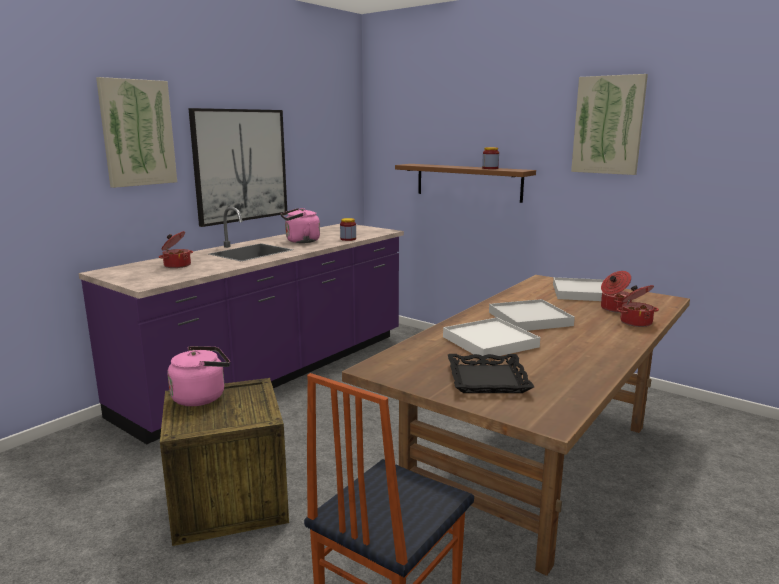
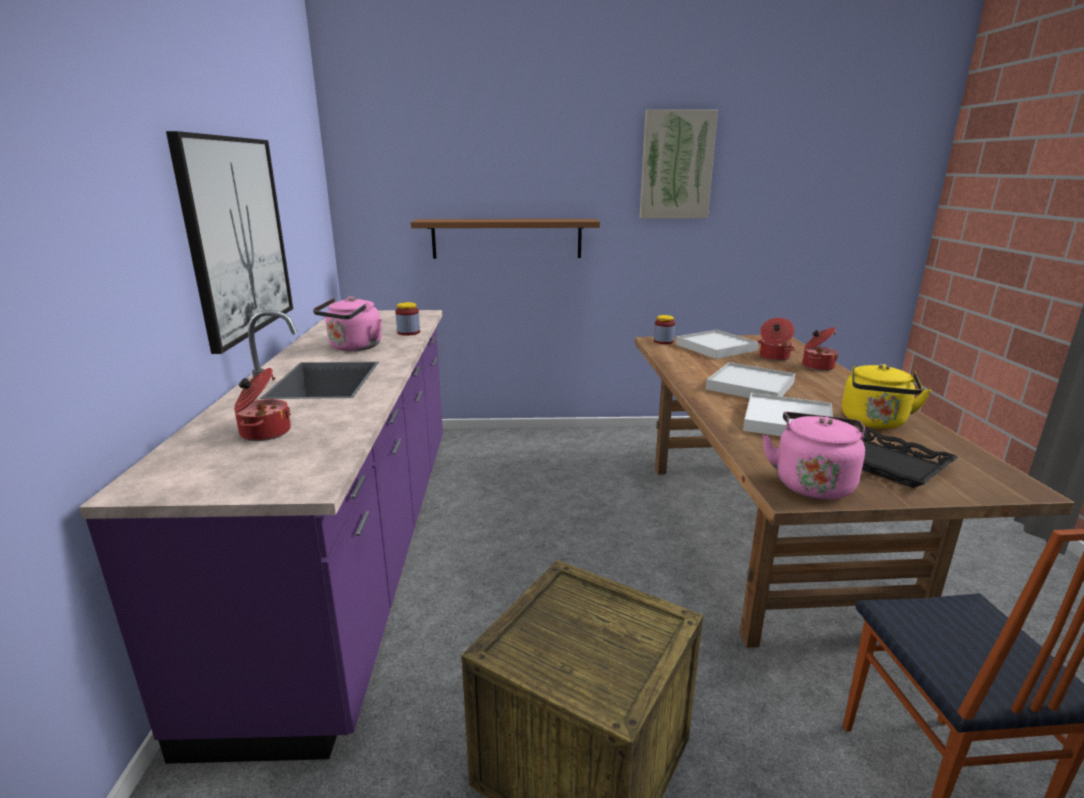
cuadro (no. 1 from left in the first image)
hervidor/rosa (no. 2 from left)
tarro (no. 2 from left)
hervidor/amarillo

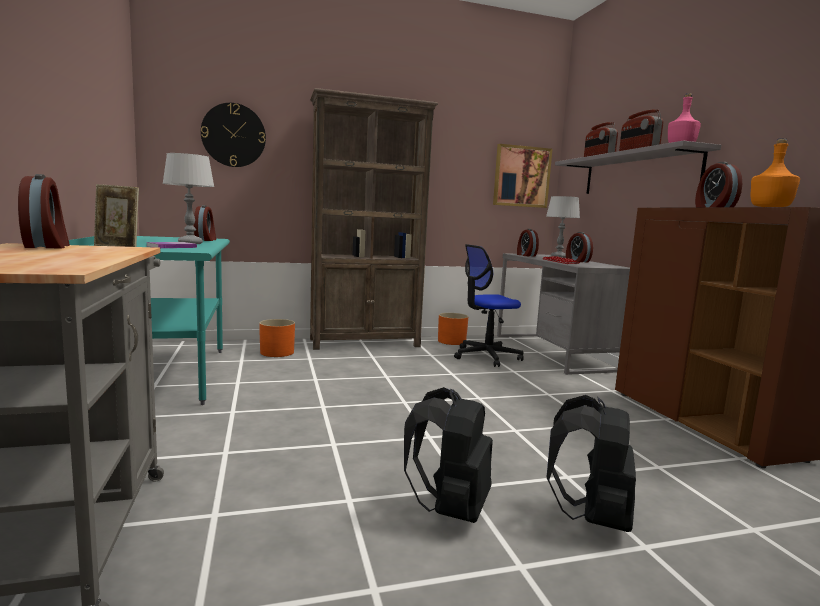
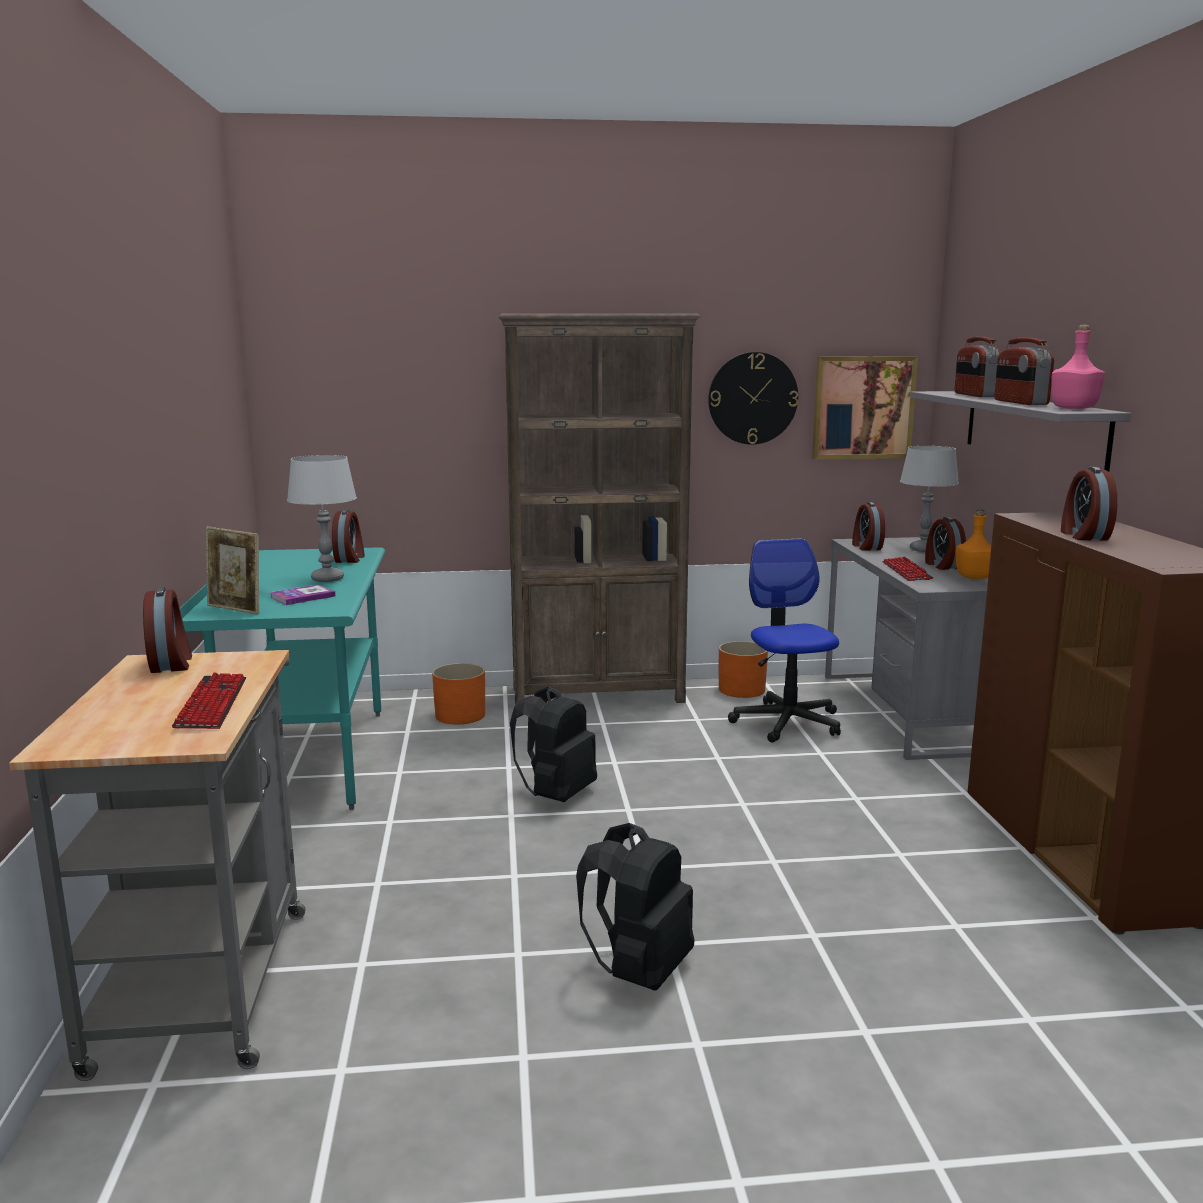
reloj de pared
silla de oficina
mochila/negro (no. 1 from left)
botella/naranja
teclado (no. 1 from left)

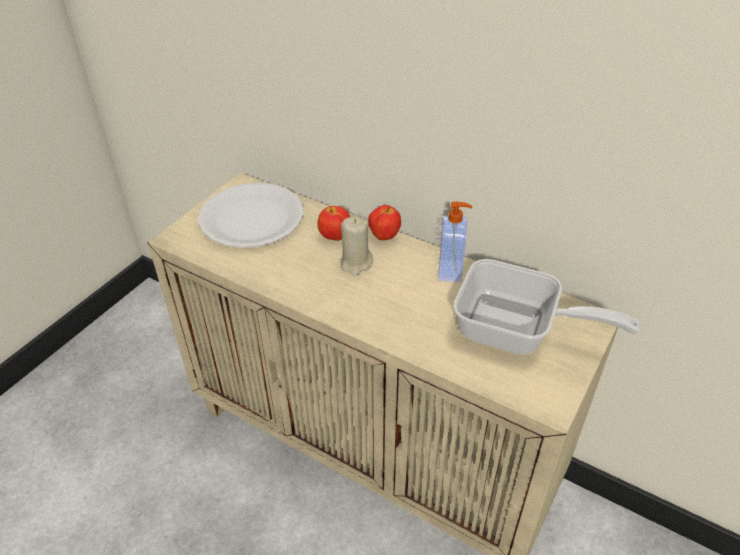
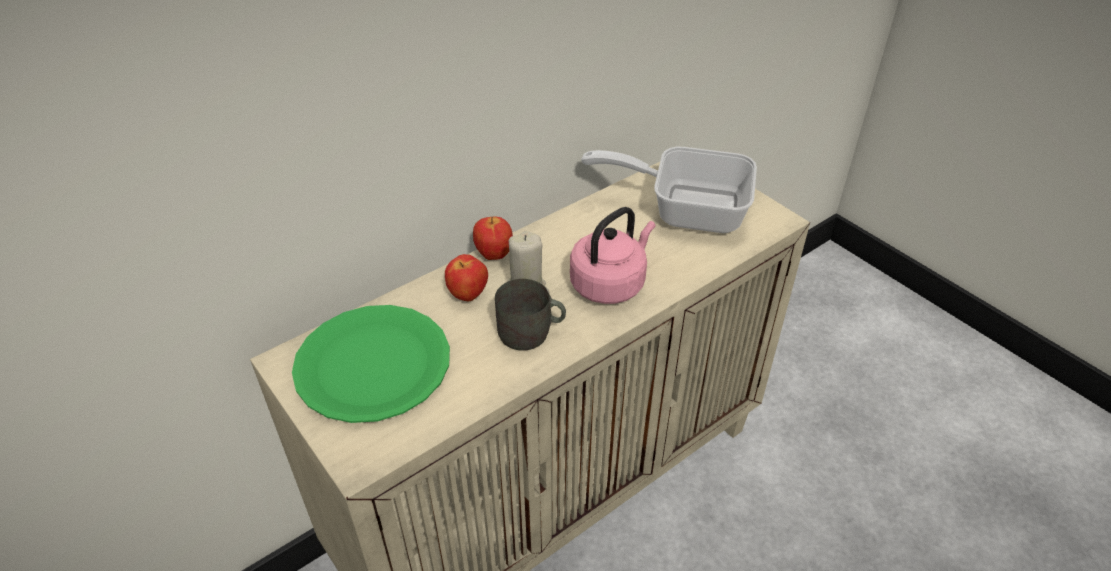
plato/verde
dispensador de jabón
sartén
taza grande/gris
hervidor/rosa

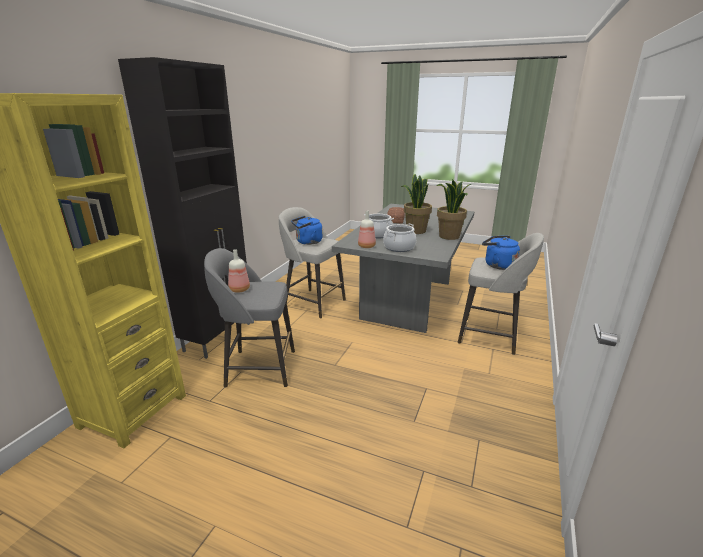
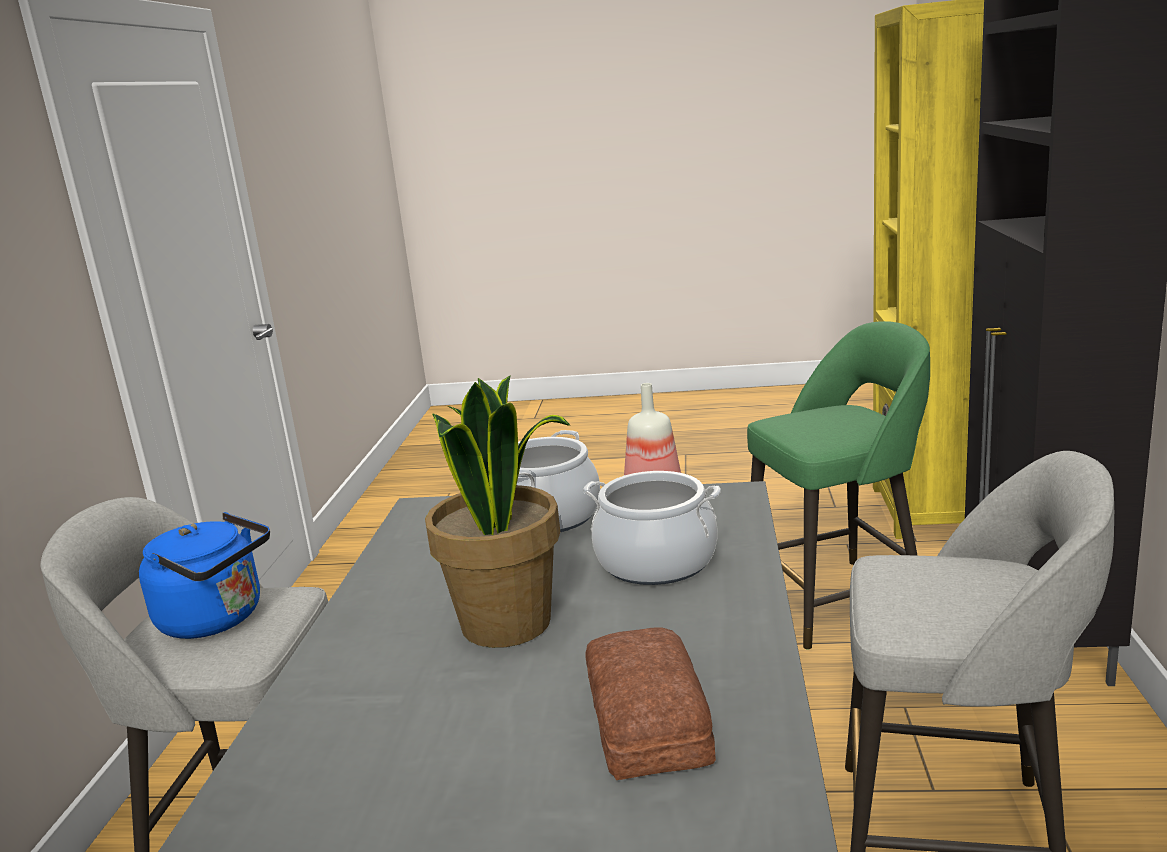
taburete/verde
botella (no. 1 from left in the first image)
hervidor/azul (no. 1 from left in the first image)
planta en maceta (no. 2 from left in the first image)

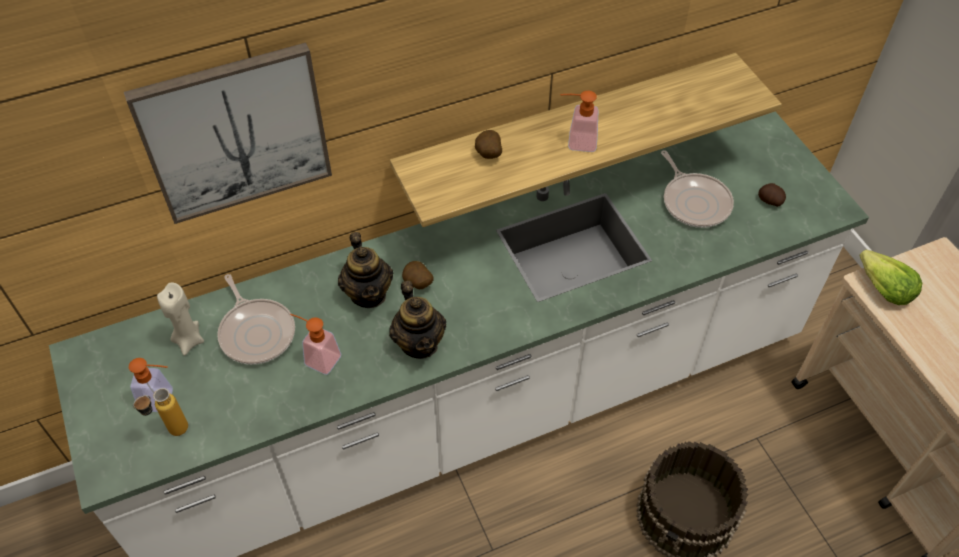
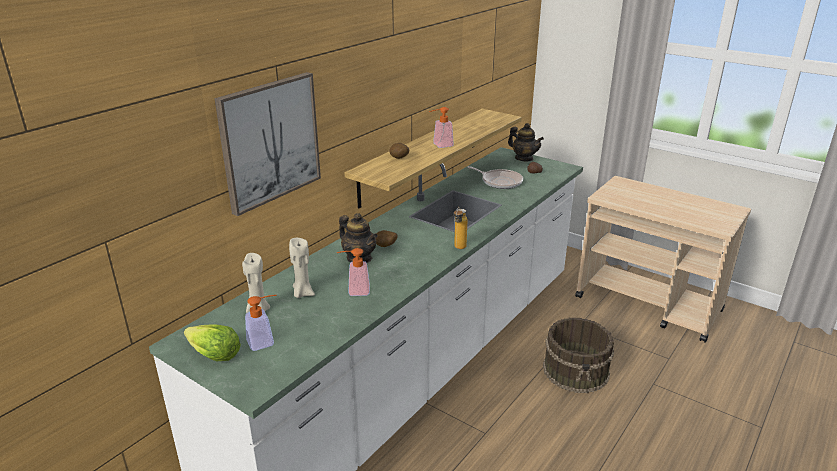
botella
vela/beis (no. 2 from left)
tetera (no. 2 from left)
lechuga

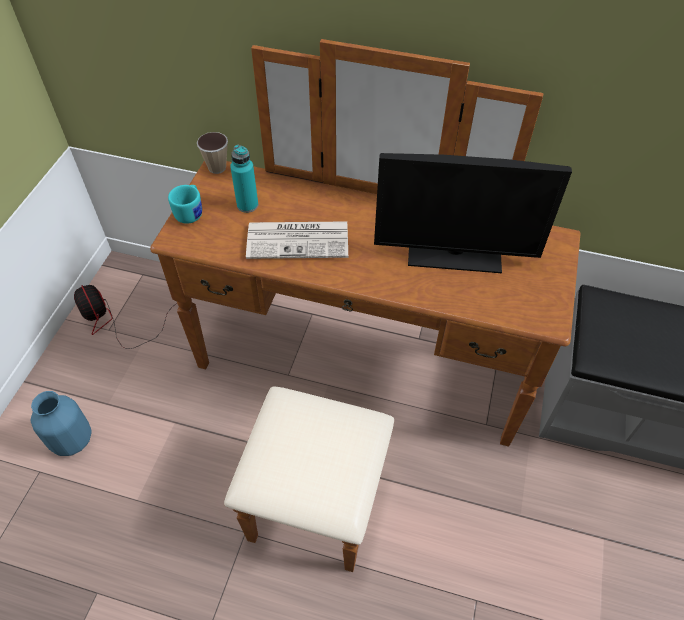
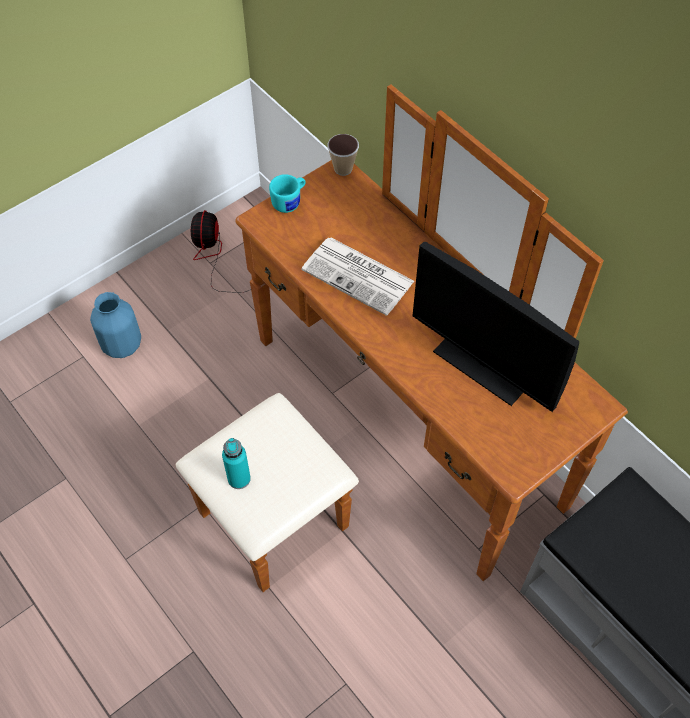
botella/turquesa

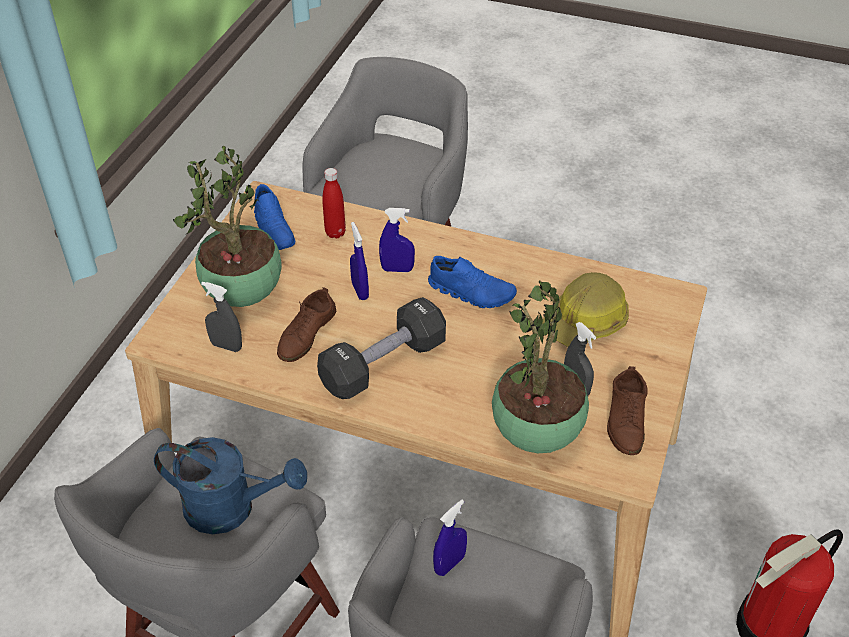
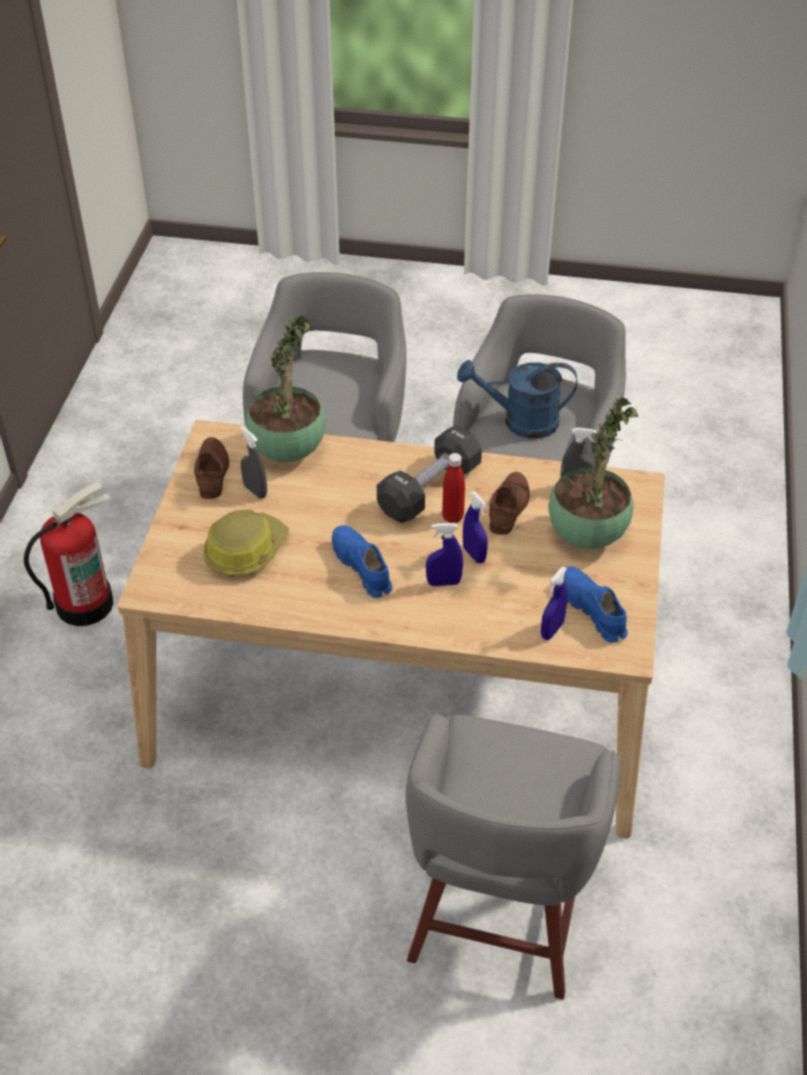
botella/rojo
zapato/azul (no. 1 from left)
pulverizador/azul (no. 3 from left)

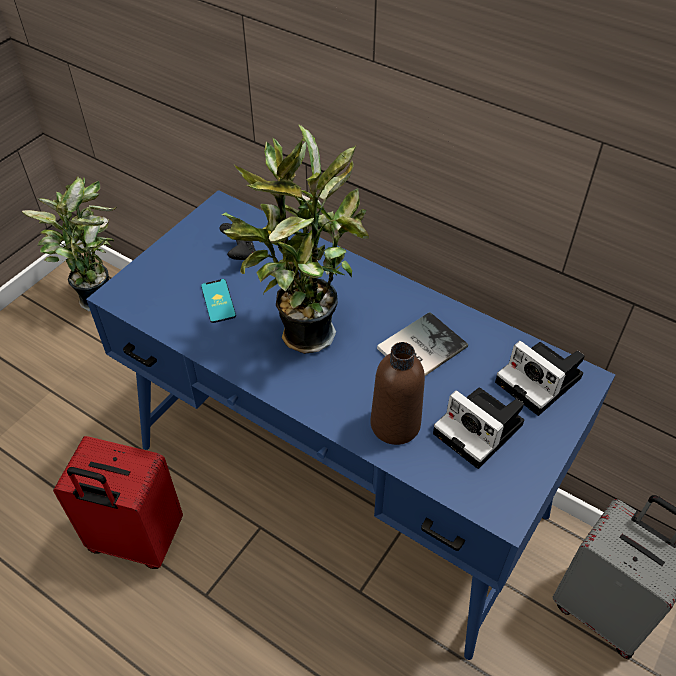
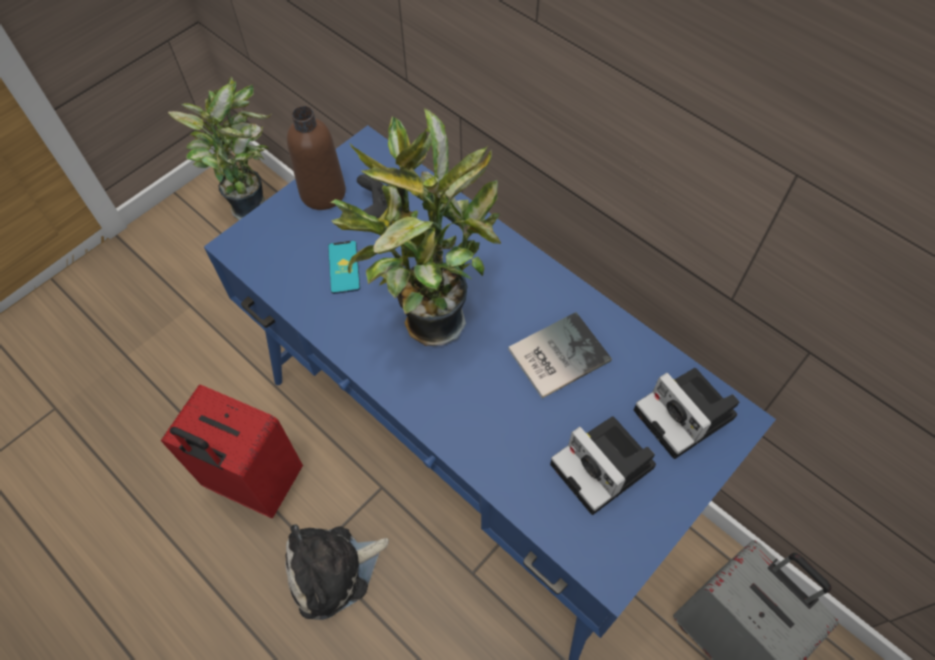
botella/marrón
peluche

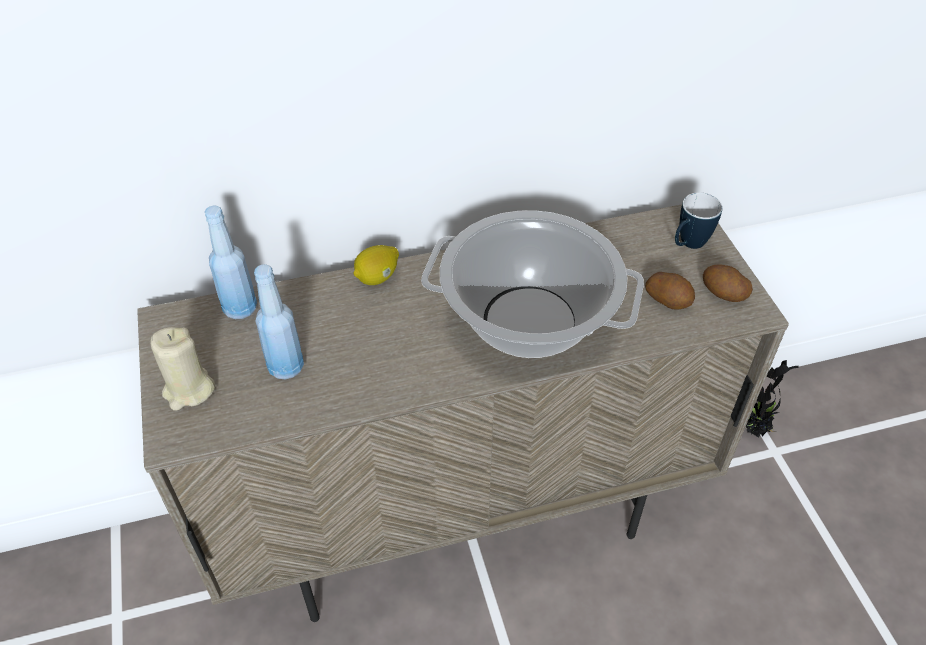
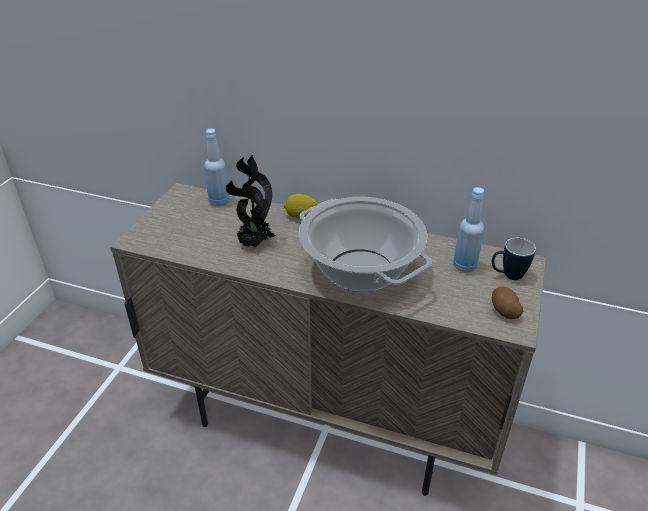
vela/beis
botella/azul (no. 2 from left)
patata (no. 1 from left in the first image)
planta en maceta

